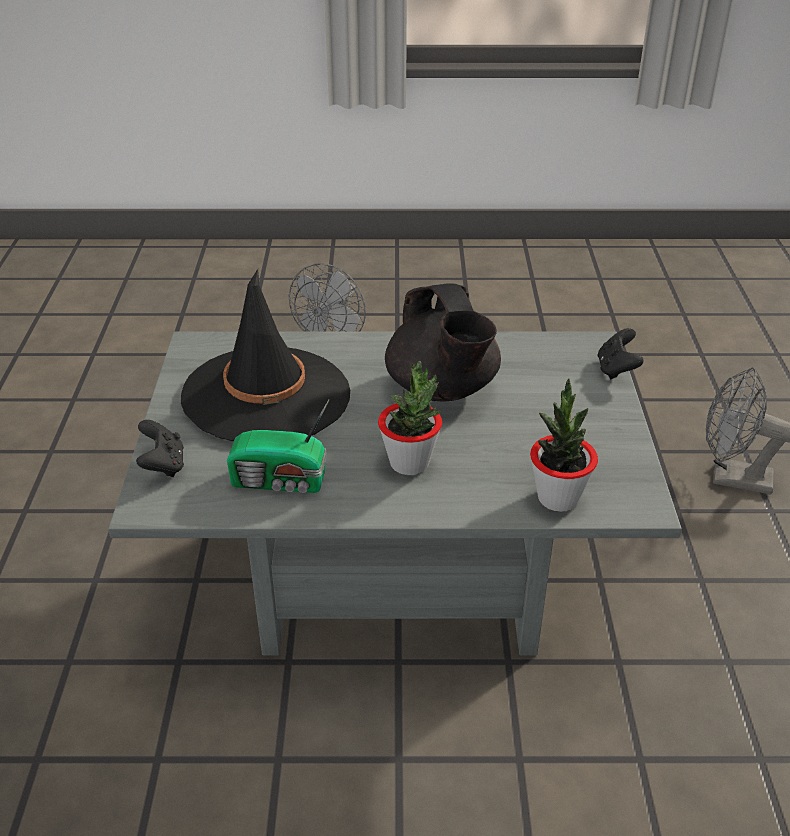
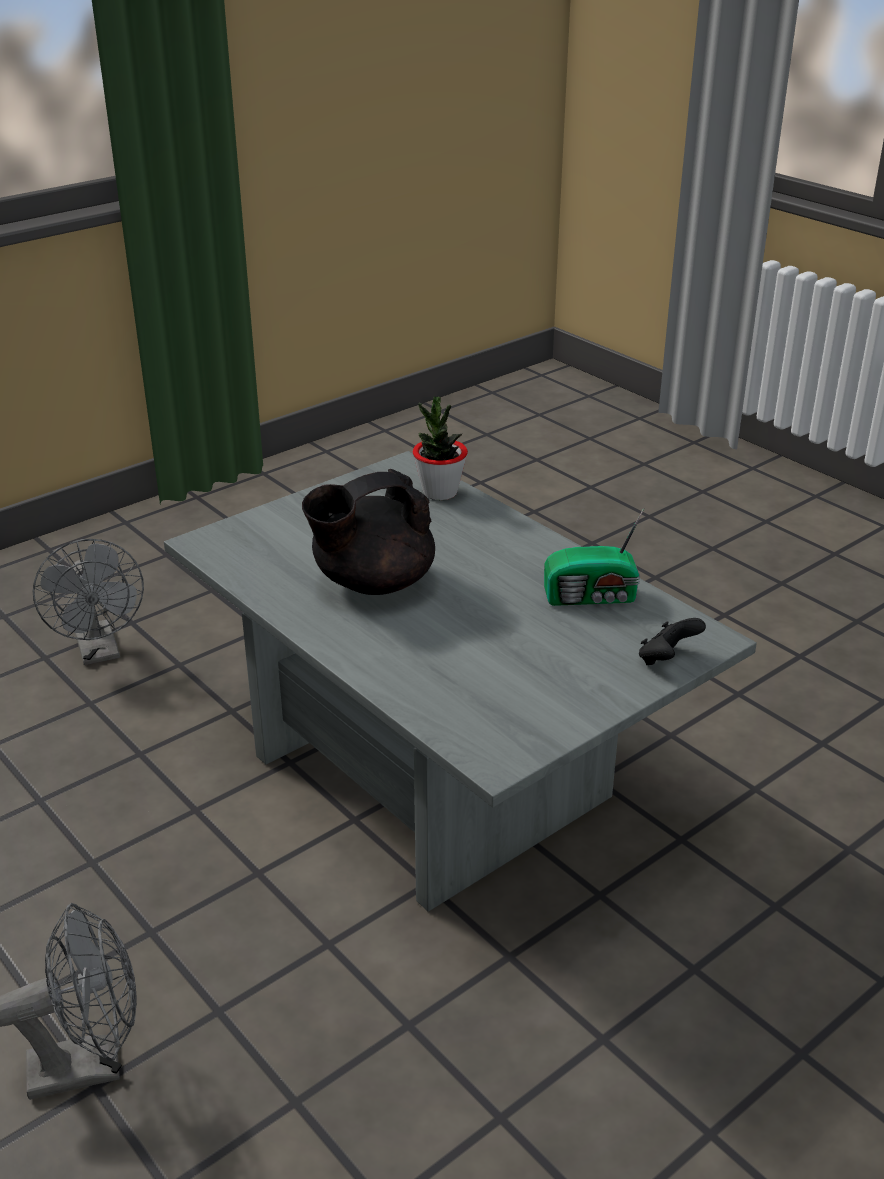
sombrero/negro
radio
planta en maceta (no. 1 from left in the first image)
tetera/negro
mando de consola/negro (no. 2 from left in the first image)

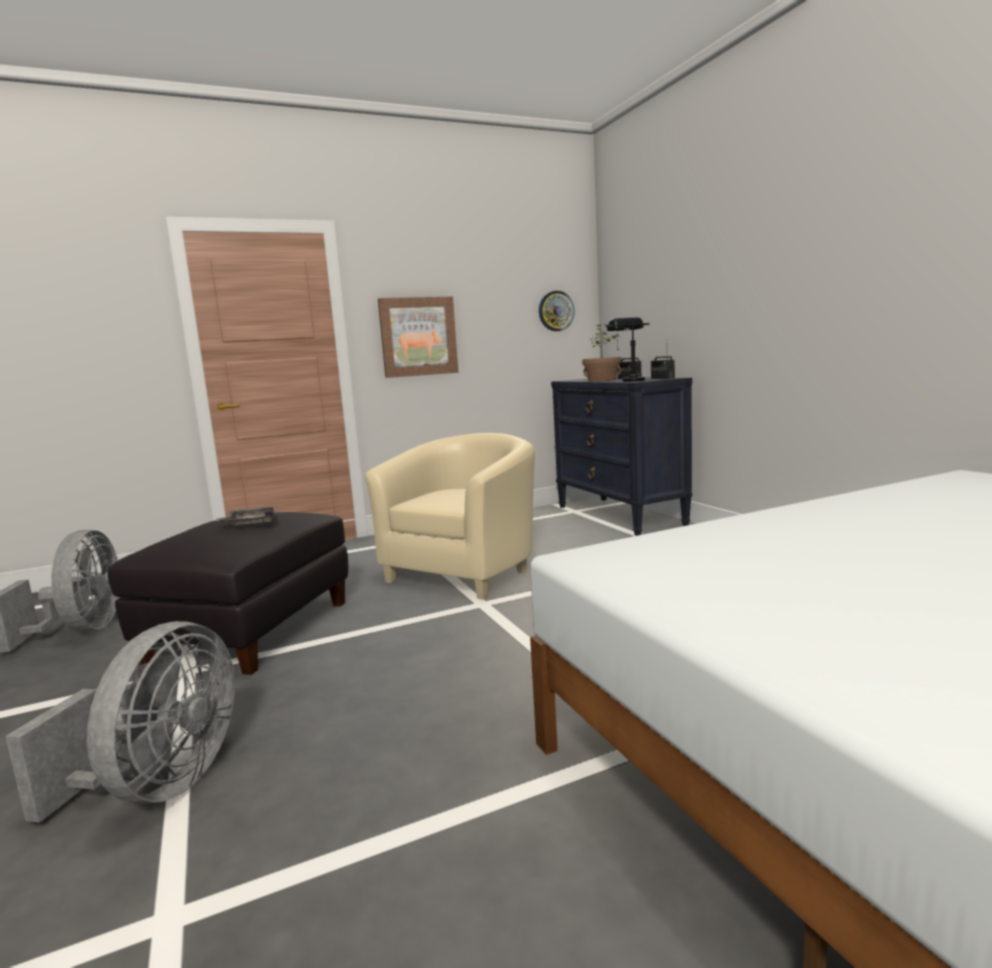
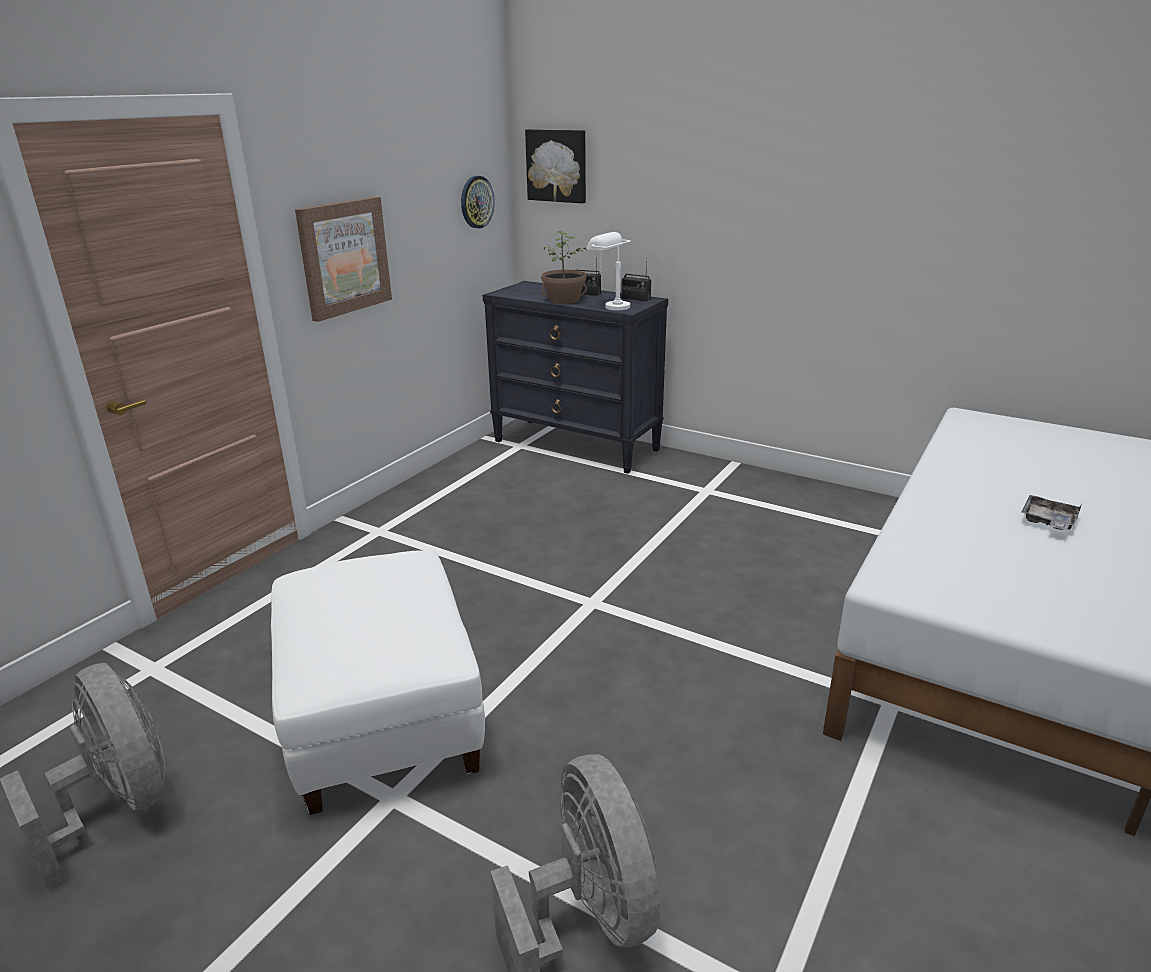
puf/blanco
bandeja/gris
sillón/beis
lámpara de mesa/blanco
cuadro (no. 2 from left)

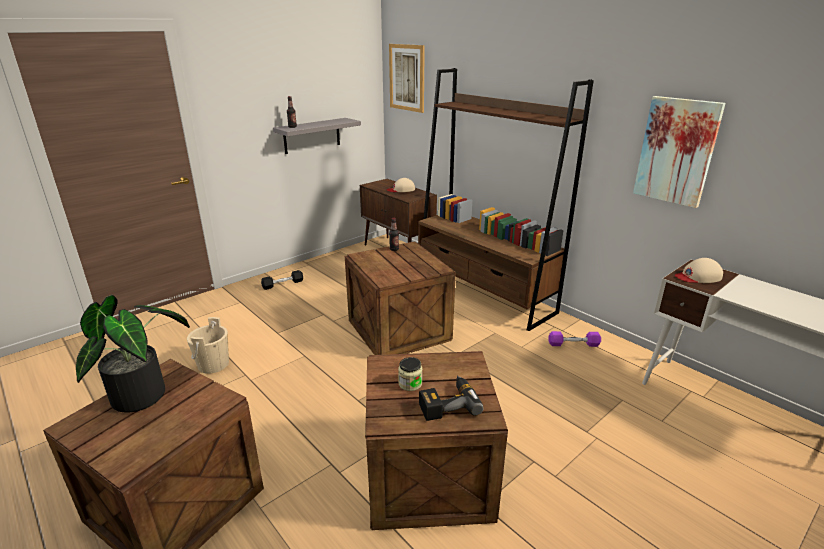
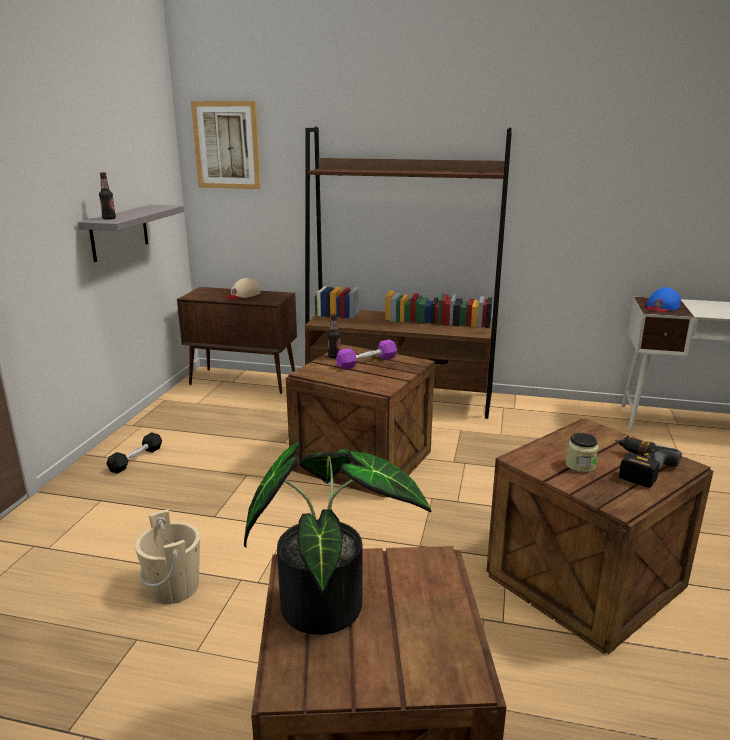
mancuerna/morado
cuadro (no. 2 from left in the first image)
gorra/azul

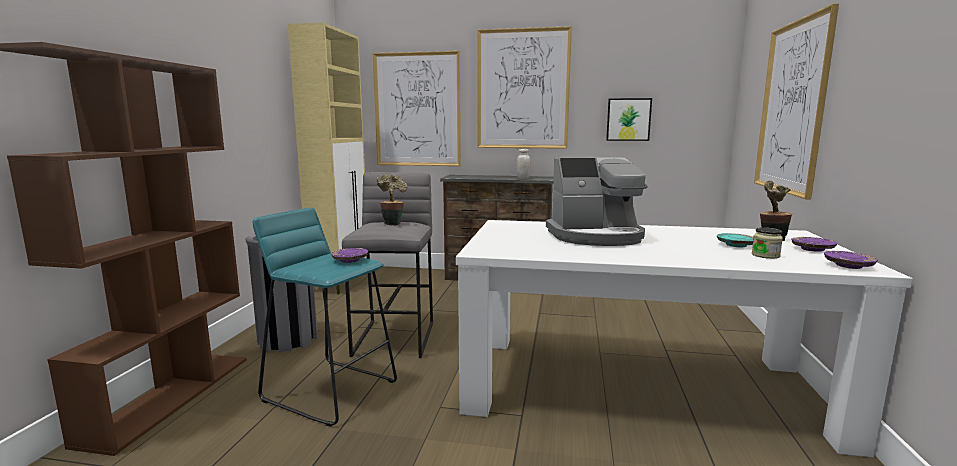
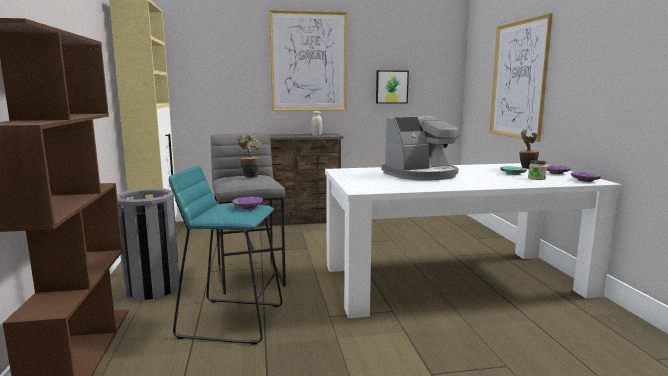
cuadro (no. 1 from left in the first image)

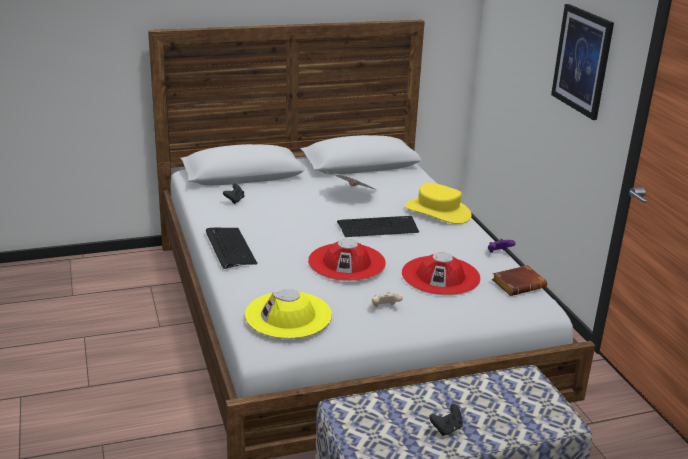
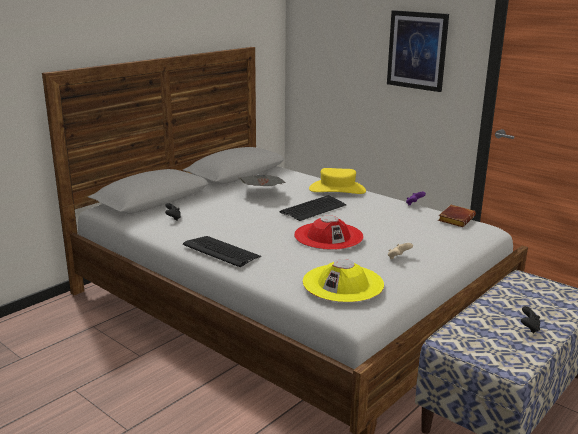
sombrero/rojo (no. 2 from left in the first image)

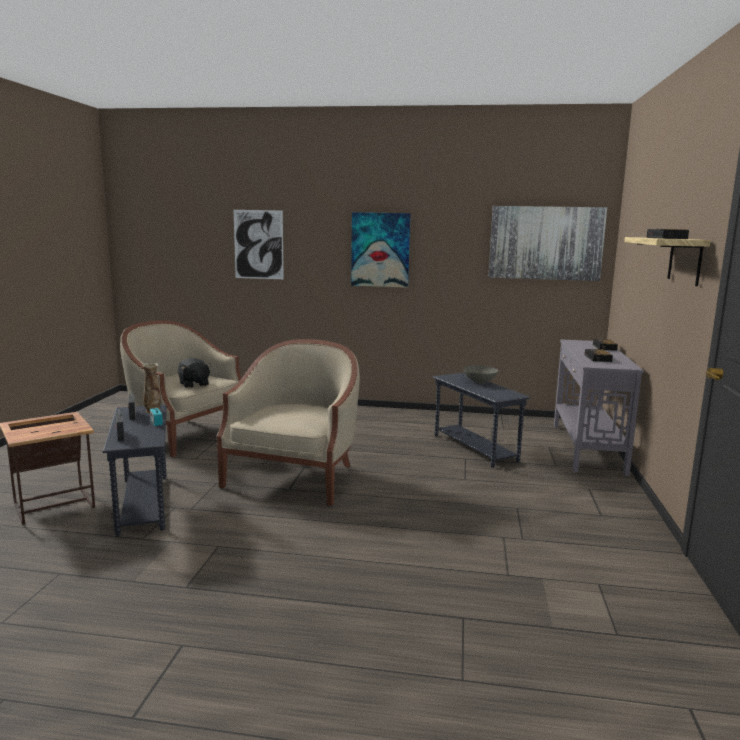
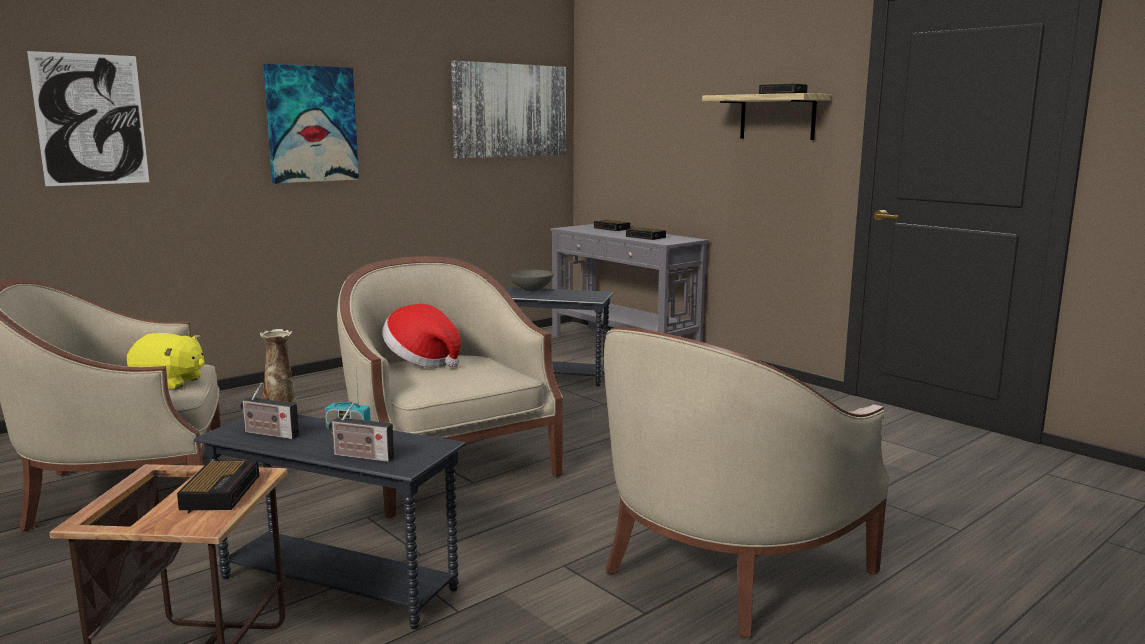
peluche/amarillo
despertador (no. 1 from left)
sombrero
sillón/beis (no. 3 from left)

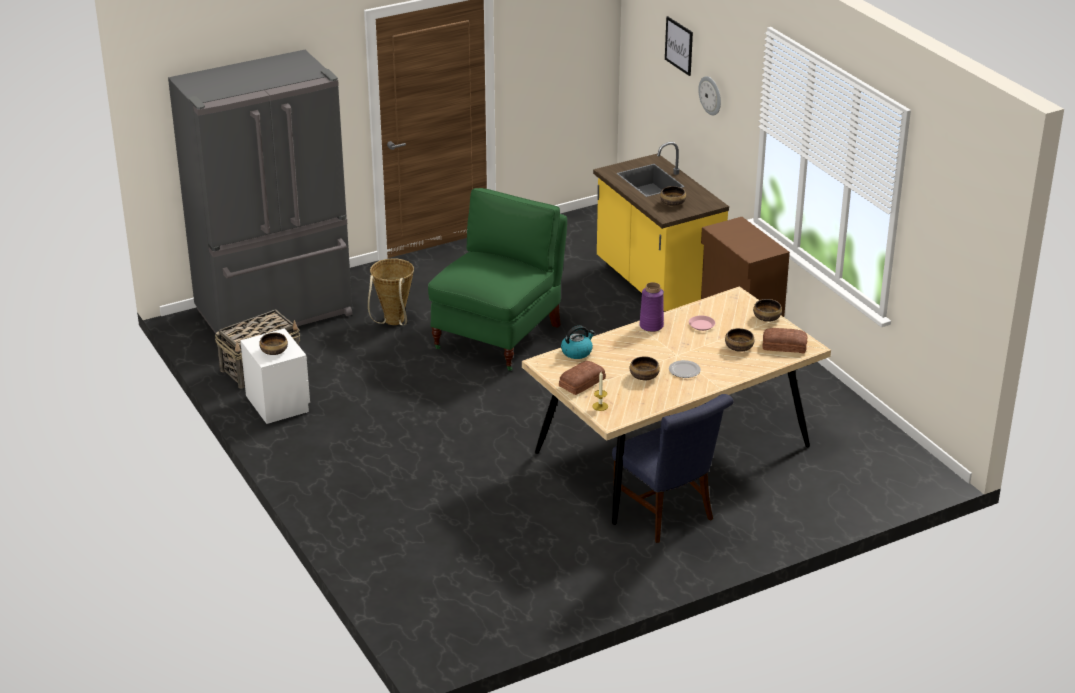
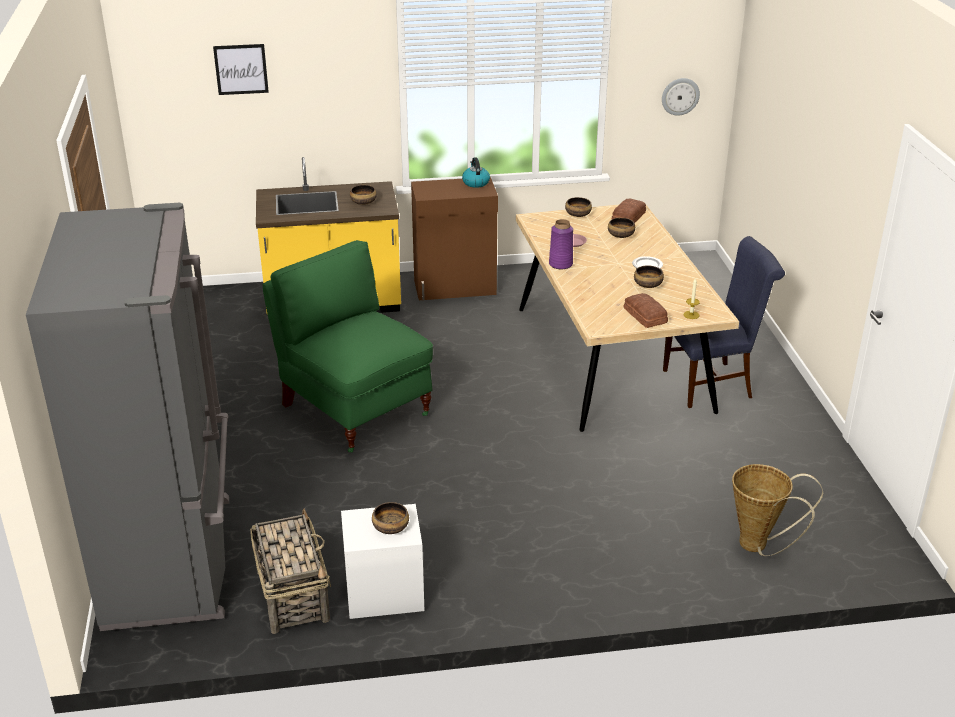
cesta (no. 2 from left)
hervidor
reloj de pared

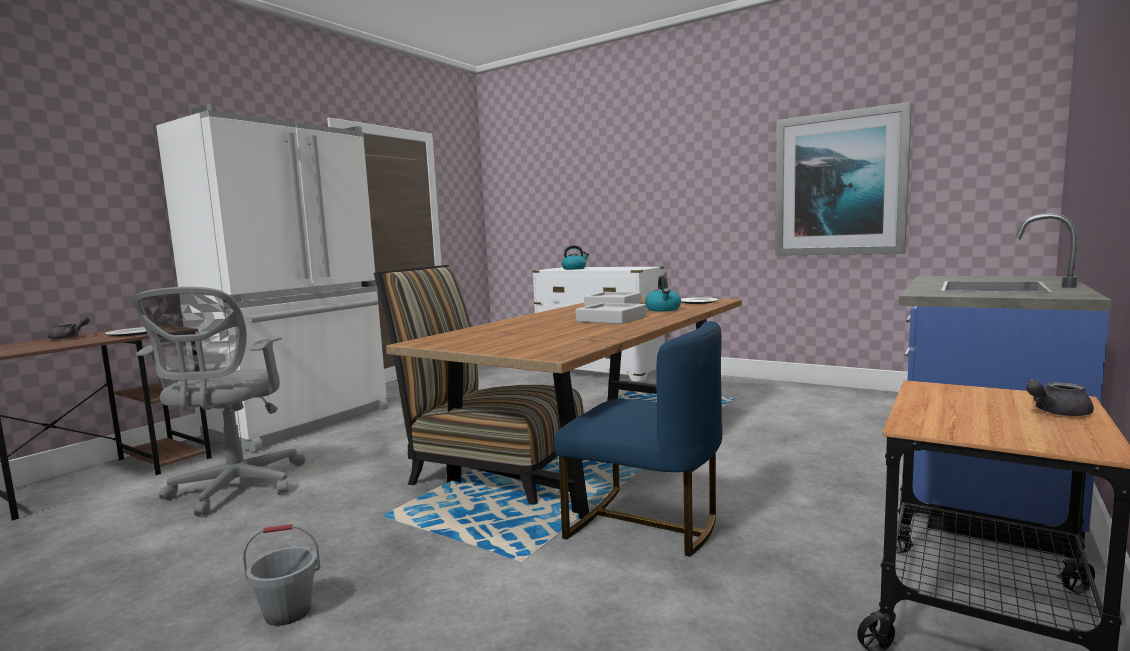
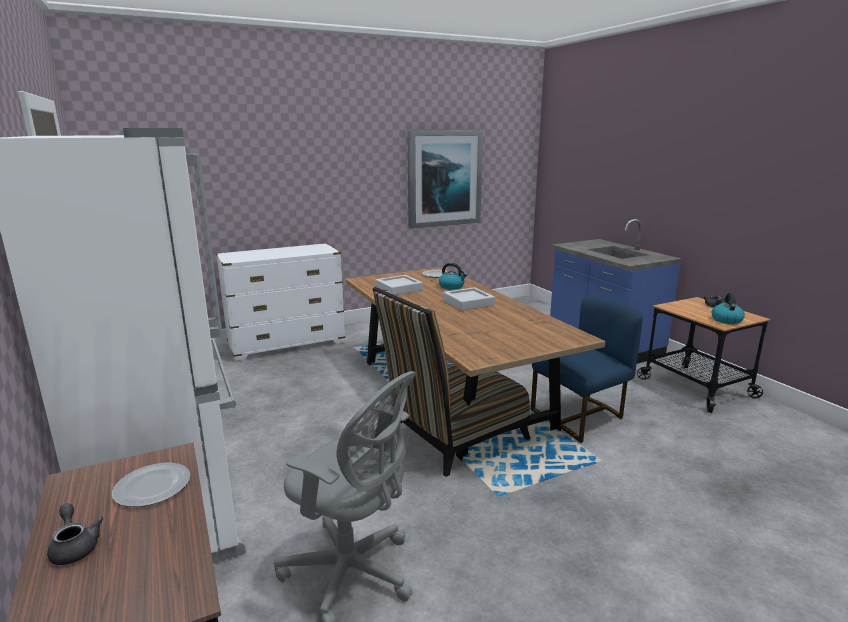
cubo/gris
hervidor (no. 2 from left)

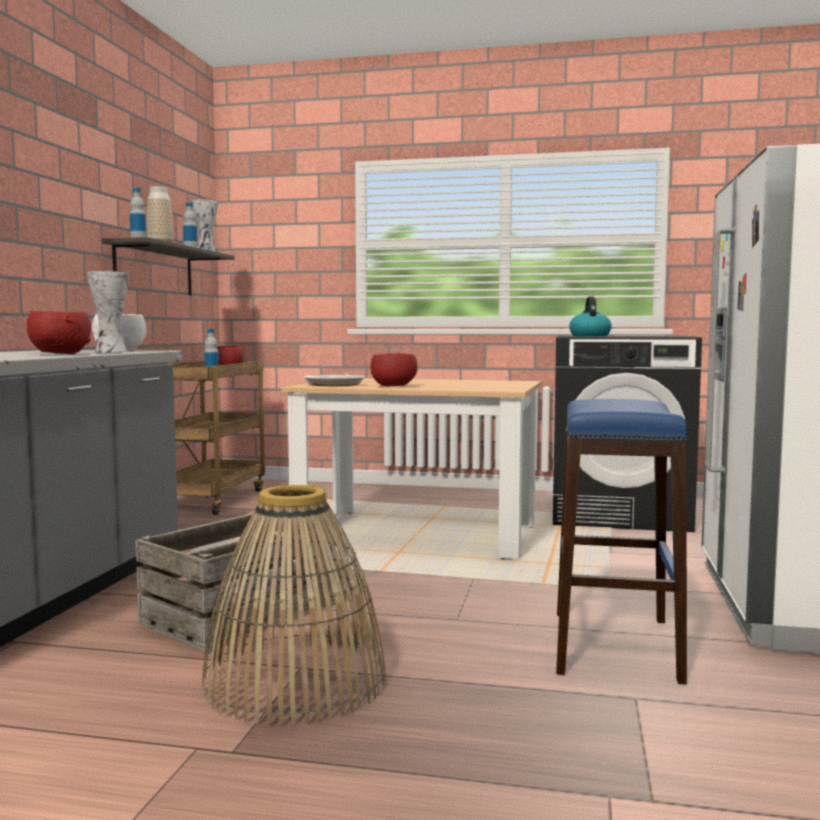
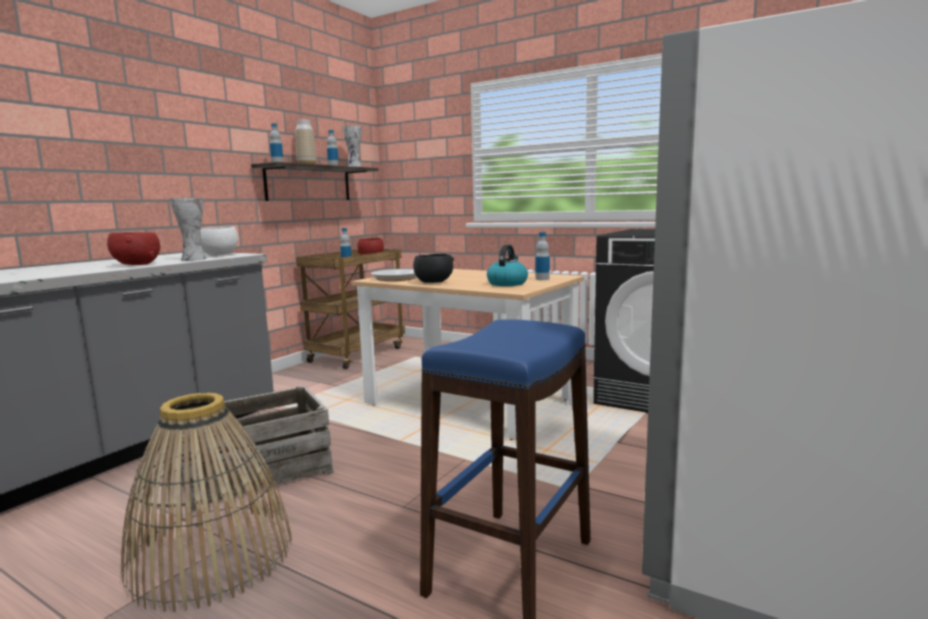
cuenco/negro
hervidor
botella (no. 4 from left)

